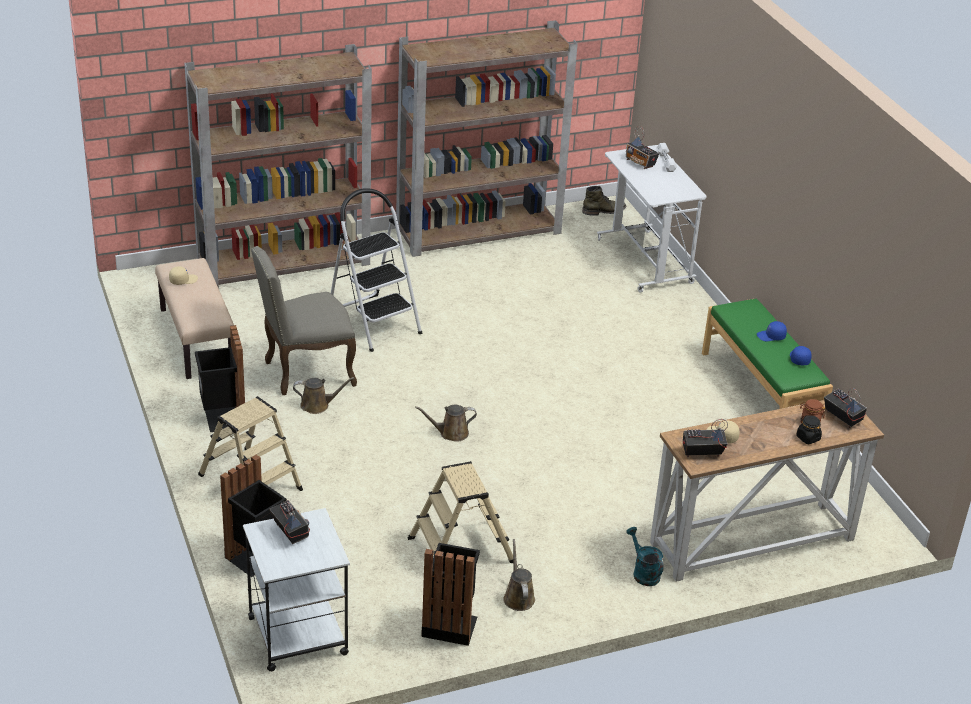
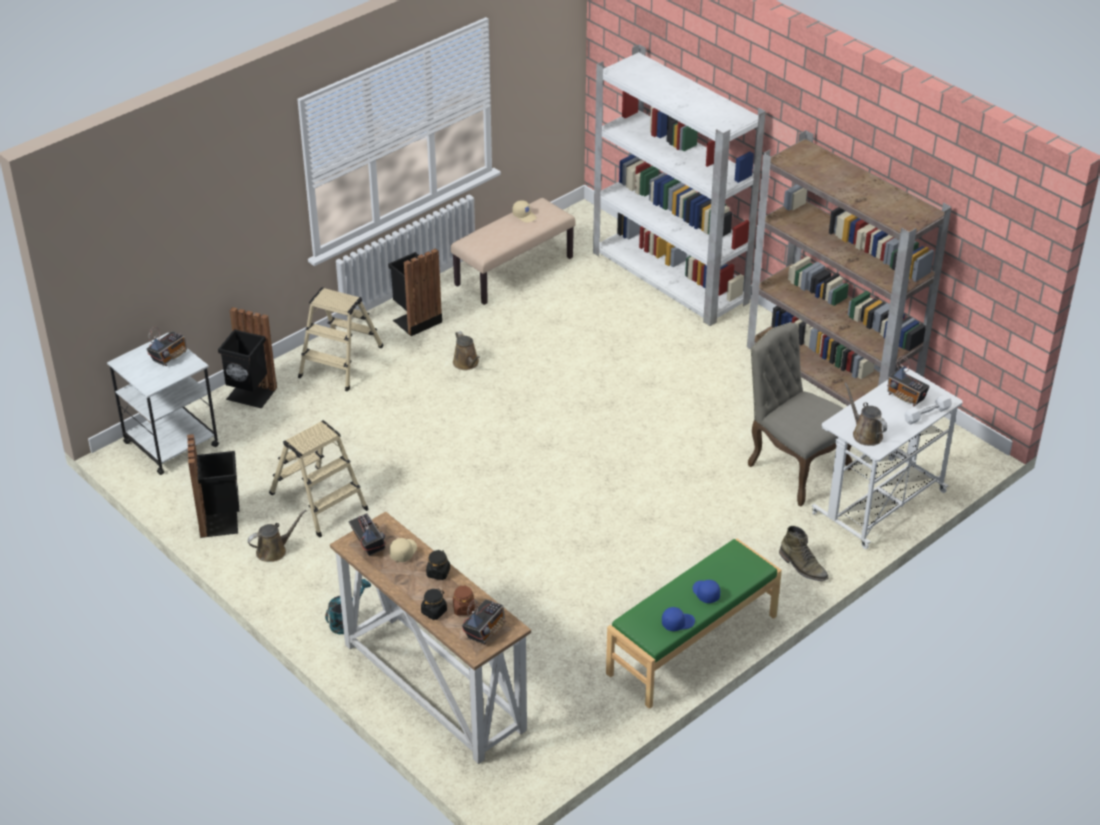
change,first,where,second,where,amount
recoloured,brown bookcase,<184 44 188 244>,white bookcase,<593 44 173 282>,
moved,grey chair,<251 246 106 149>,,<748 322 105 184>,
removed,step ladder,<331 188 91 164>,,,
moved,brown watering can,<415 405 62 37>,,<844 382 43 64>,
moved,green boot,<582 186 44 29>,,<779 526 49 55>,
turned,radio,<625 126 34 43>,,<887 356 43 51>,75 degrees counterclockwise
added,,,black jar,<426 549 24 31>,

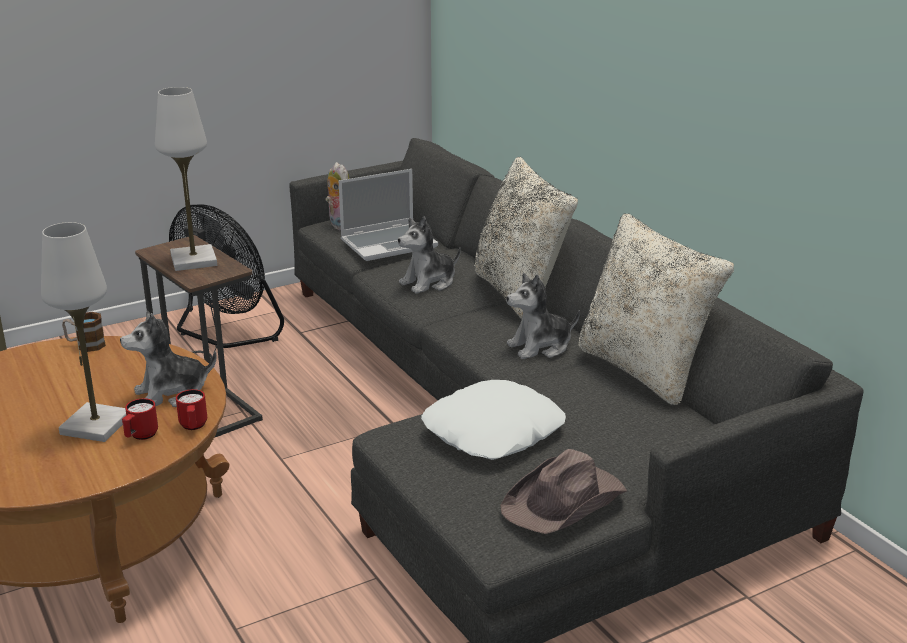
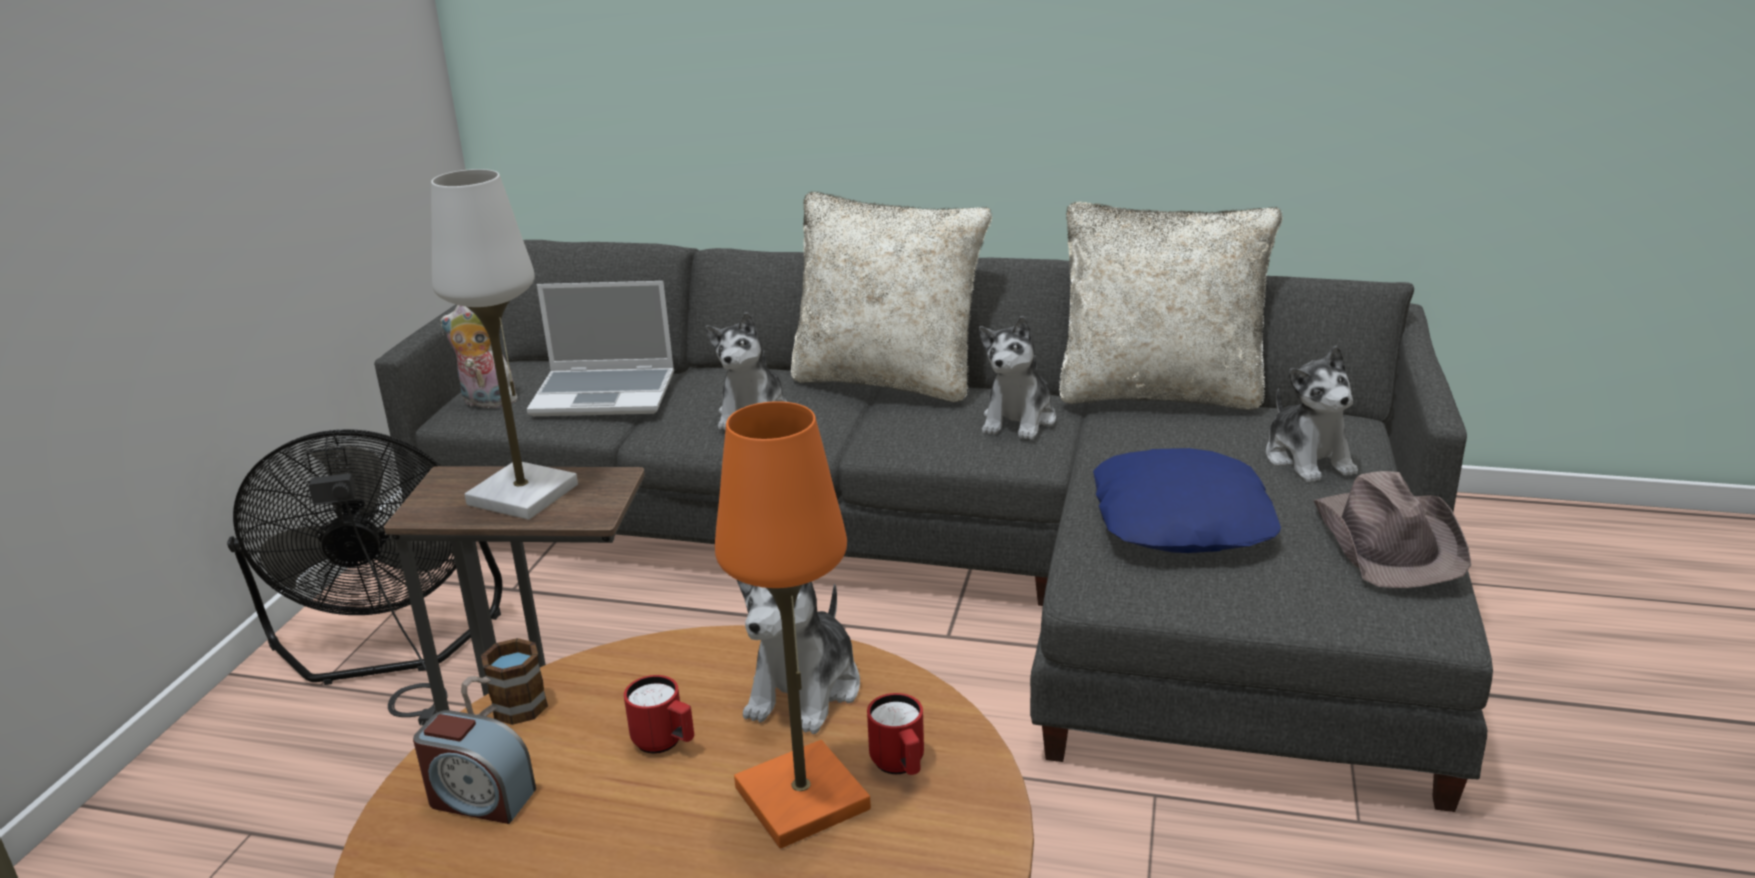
change,first,where,second,where,amount
recoloured,white table lamp,<41 222 85 220>,orange table lamp,<715 401 156 447>,
moved,red mug,<176 389 31 41>,,<624 675 70 79>,
turned,laptop,<339 169 99 92>,,<527 281 147 135>,75 degrees clockwise
recoloured,white pillow,<421 380 145 80>,blue pillow,<1093 448 188 105>,
added,,,alarm clock,<413 710 123 114>,
added,,,plush toy,<1265 345 93 138>,

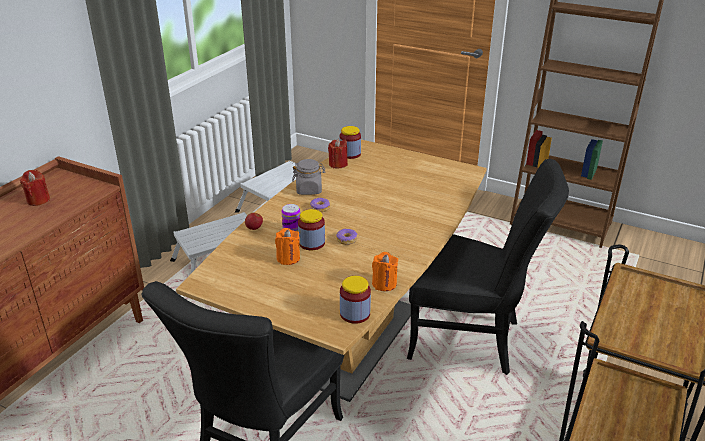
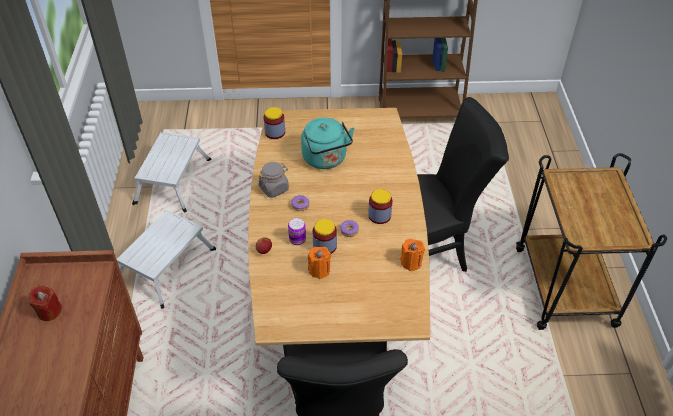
change,first,where,second,where,amount
removed,red candle,<328 139 20 29>,,,
moved,jar,<340 276 31 48>,,<368 189 24 35>,
added,,,turquoise kettle,<301 117 53 52>,

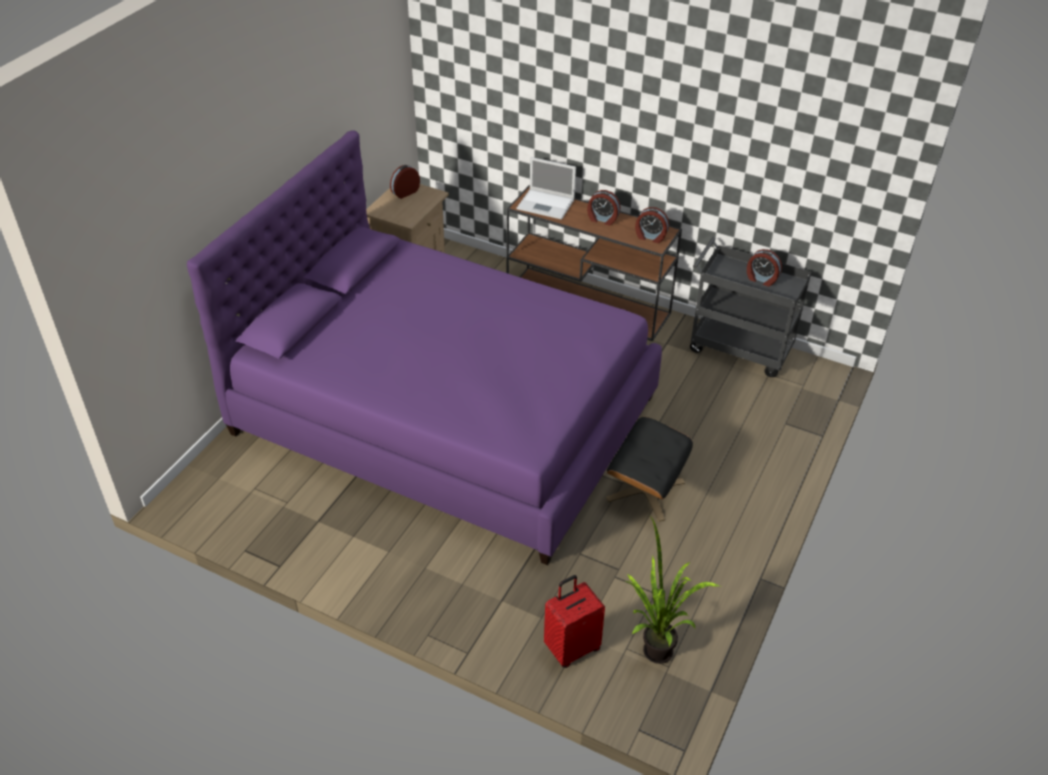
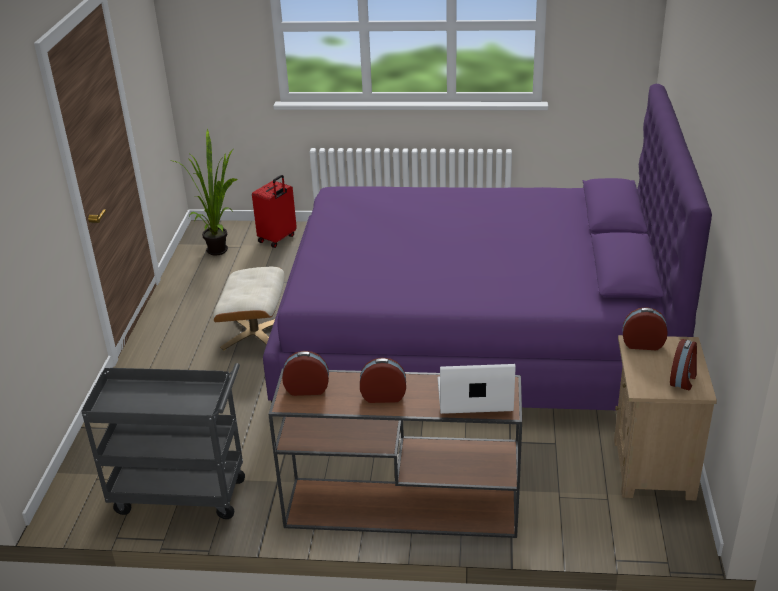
change,first,where,second,where,amount
recoloured,black ottoman,<606 417 87 105>,beige ottoman,<213 267 71 84>,
moved,alarm clock,<747 249 35 38>,,<622 307 46 43>,

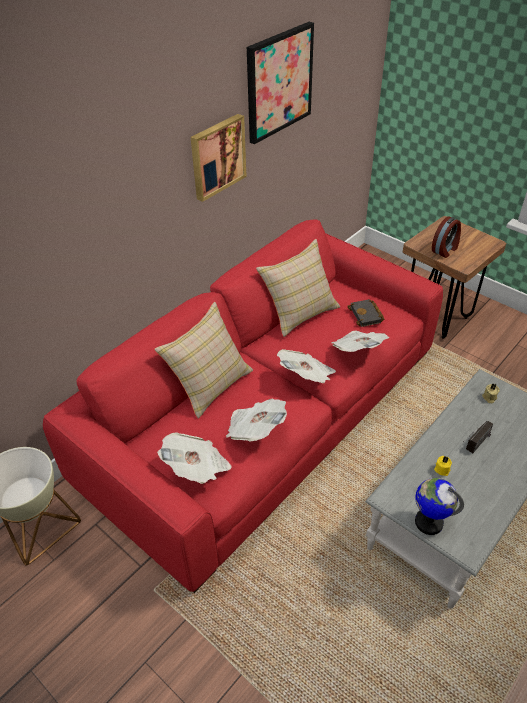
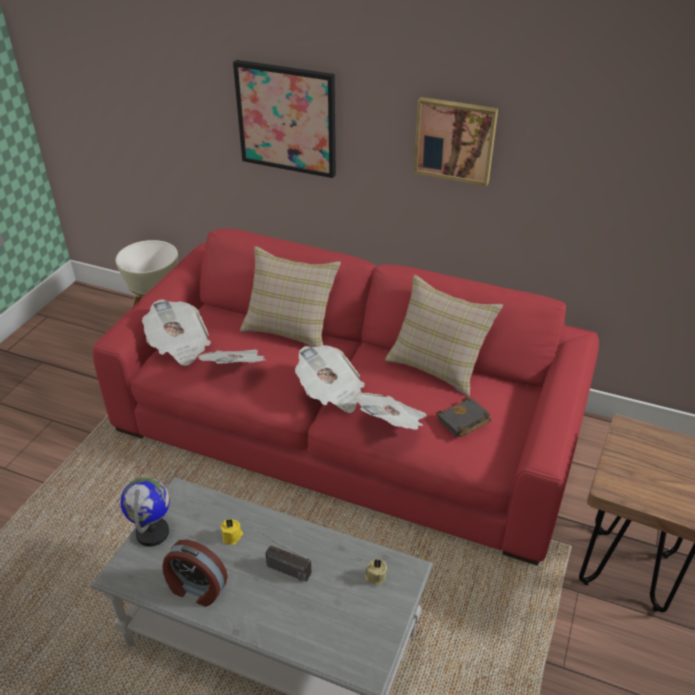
change,first,where,second,where,amount
moved,picture,<247 22 67 122>,,<233 60 103 118>,
moved,alarm clock,<432 216 29 42>,,<162 539 66 68>,

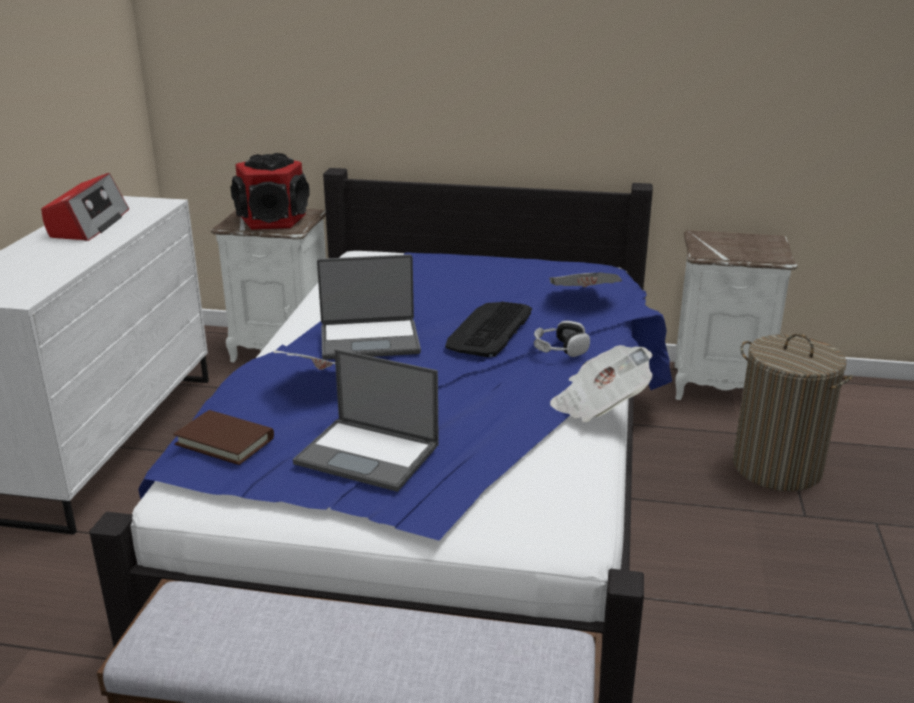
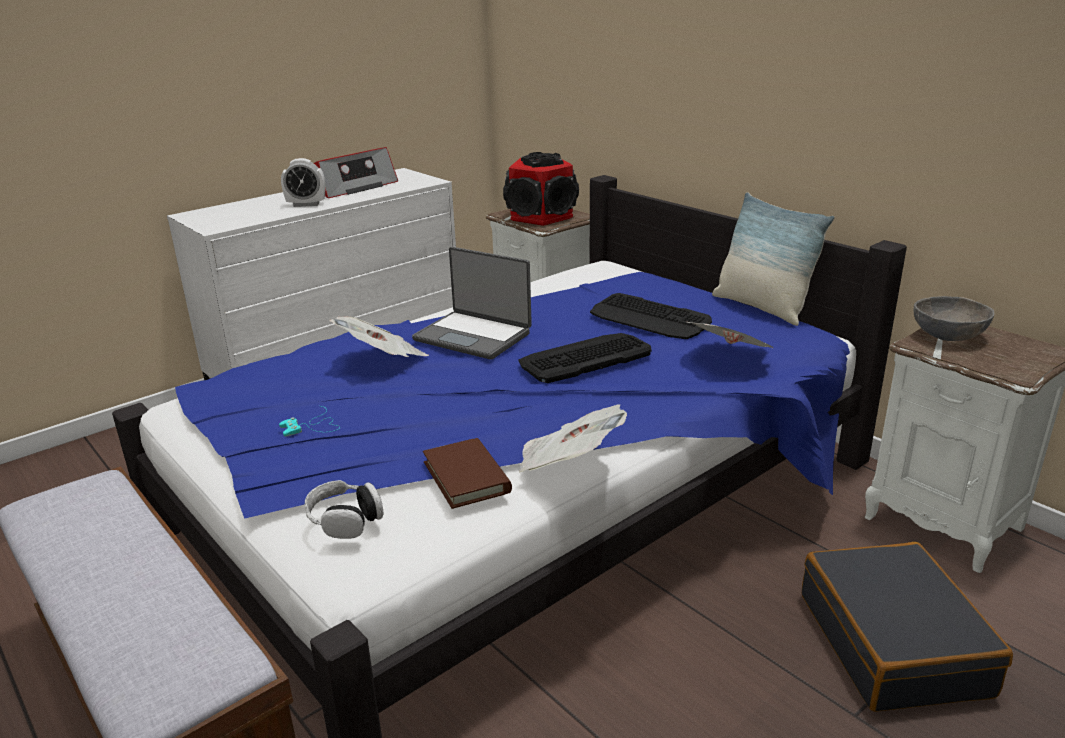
change,first,where,second,where,amount
moved,brown book,<173 410 101 55>,,<423 438 89 71>,
replaced,laptop,<293 349 146 143>,turquoise game controller,<279 406 61 31>,
moved,headphones,<534 321 56 36>,,<305 480 78 59>,
replaced,laundry basket,<733 333 120 158>,black suitcase,<802 542 211 170>,
added,,,alarm clock,<281 158 44 49>,
added,,,keyboard,<590 293 122 46>,
added,,,pillow,<712 192 123 134>,
added,,,grey bowl,<913 296 81 45>,

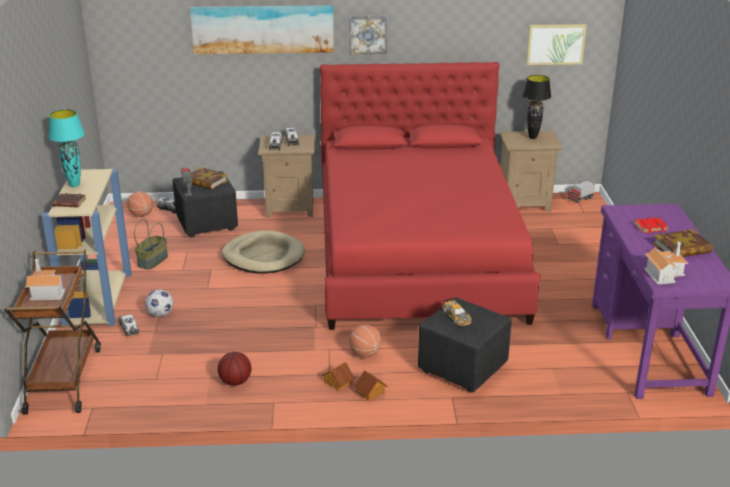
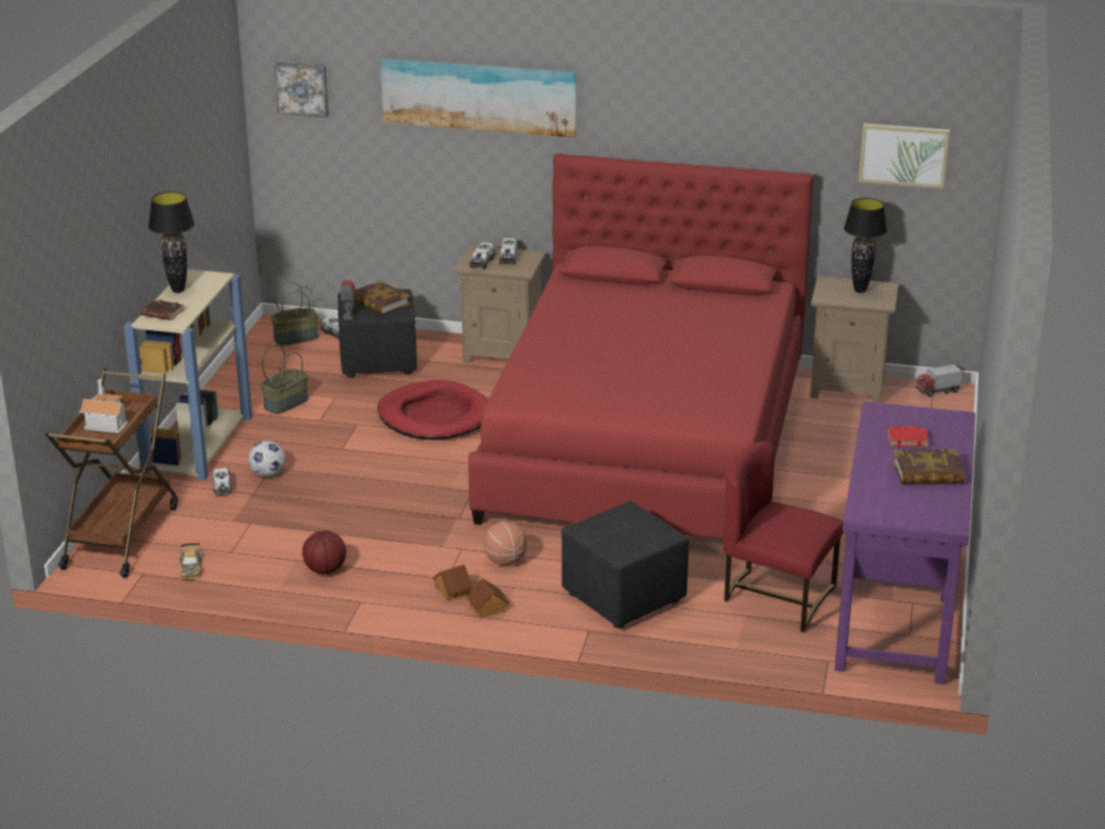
change,first,where,second,where,amount
recoloured,turquoise table lamp,<48 109 37 78>,black table lamp,<148 192 47 101>,
replaced,basketball,<127 192 26 25>,basket,<271 281 48 65>,
recoloured,beige dog bed,<222 231 83 43>,red dog bed,<377 380 111 60>,
moved,picture,<349 16 38 38>,,<274 61 55 57>,
moved,toy car,<442 298 30 28>,,<179 543 23 37>,
removed,toy house,<644 242 44 42>,,,
added,,,red chair,<723 441 121 191>,

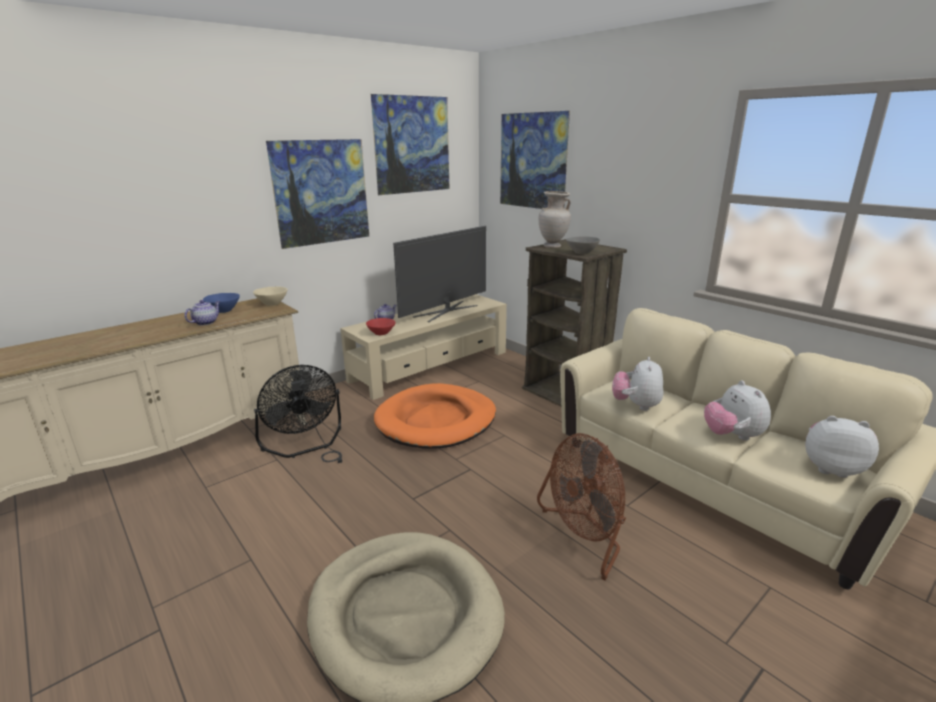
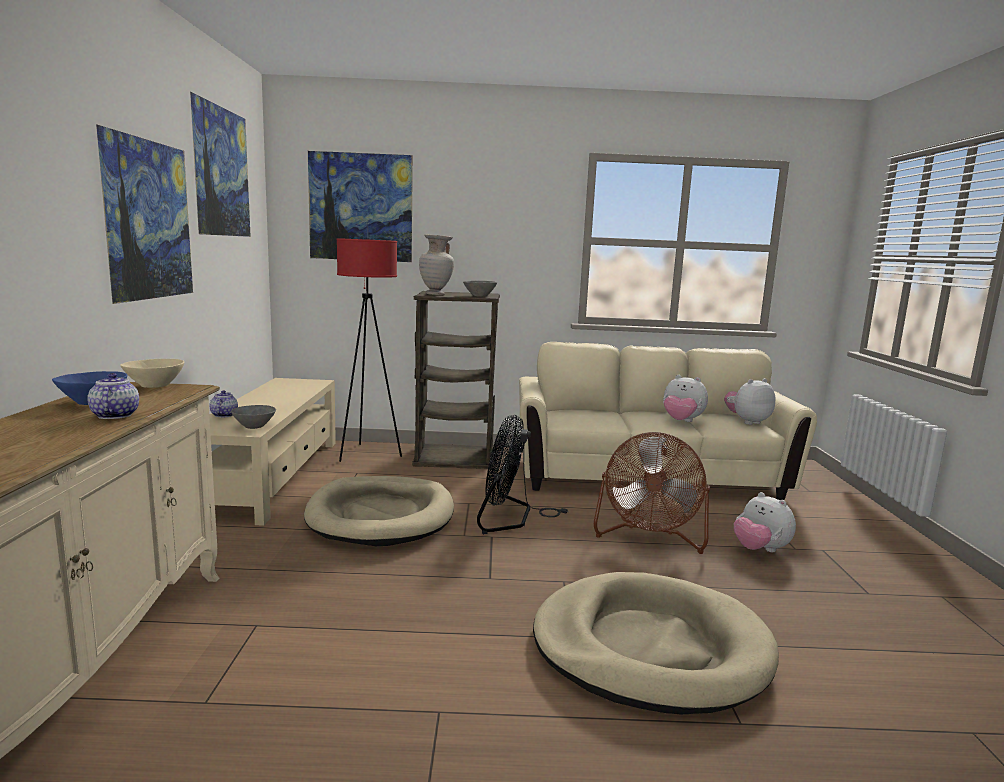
change,first,where,second,where,amount
moved,black fan,<254 365 88 98>,,<477 415 91 119>,
recoloured,red bowl,<366 318 30 17>,grey bowl,<231 405 45 24>,
recoloured,orange dog bed,<374 383 122 66>,beige dog bed,<304 476 150 70>,
removed,television,<393 226 93 96>,,,
moved,plush toy,<612 357 51 54>,,<734 492 62 60>,
added,,,red floor lamp,<336 238 66 224>,

